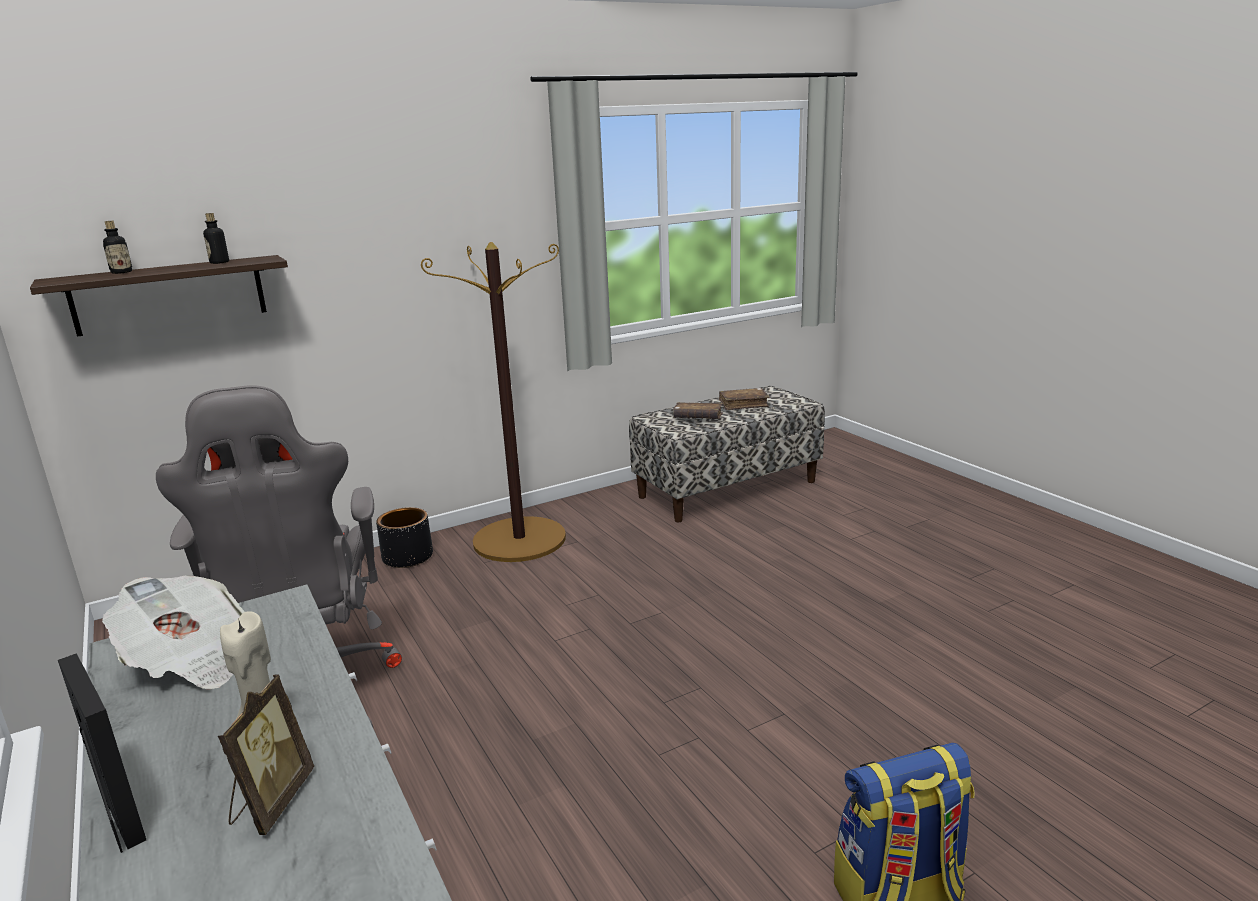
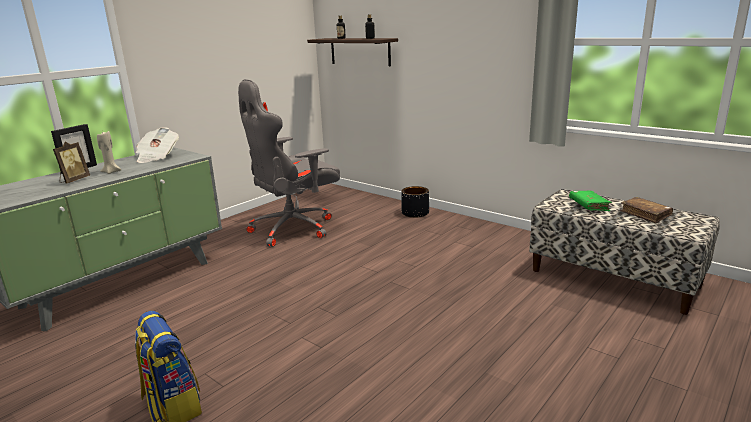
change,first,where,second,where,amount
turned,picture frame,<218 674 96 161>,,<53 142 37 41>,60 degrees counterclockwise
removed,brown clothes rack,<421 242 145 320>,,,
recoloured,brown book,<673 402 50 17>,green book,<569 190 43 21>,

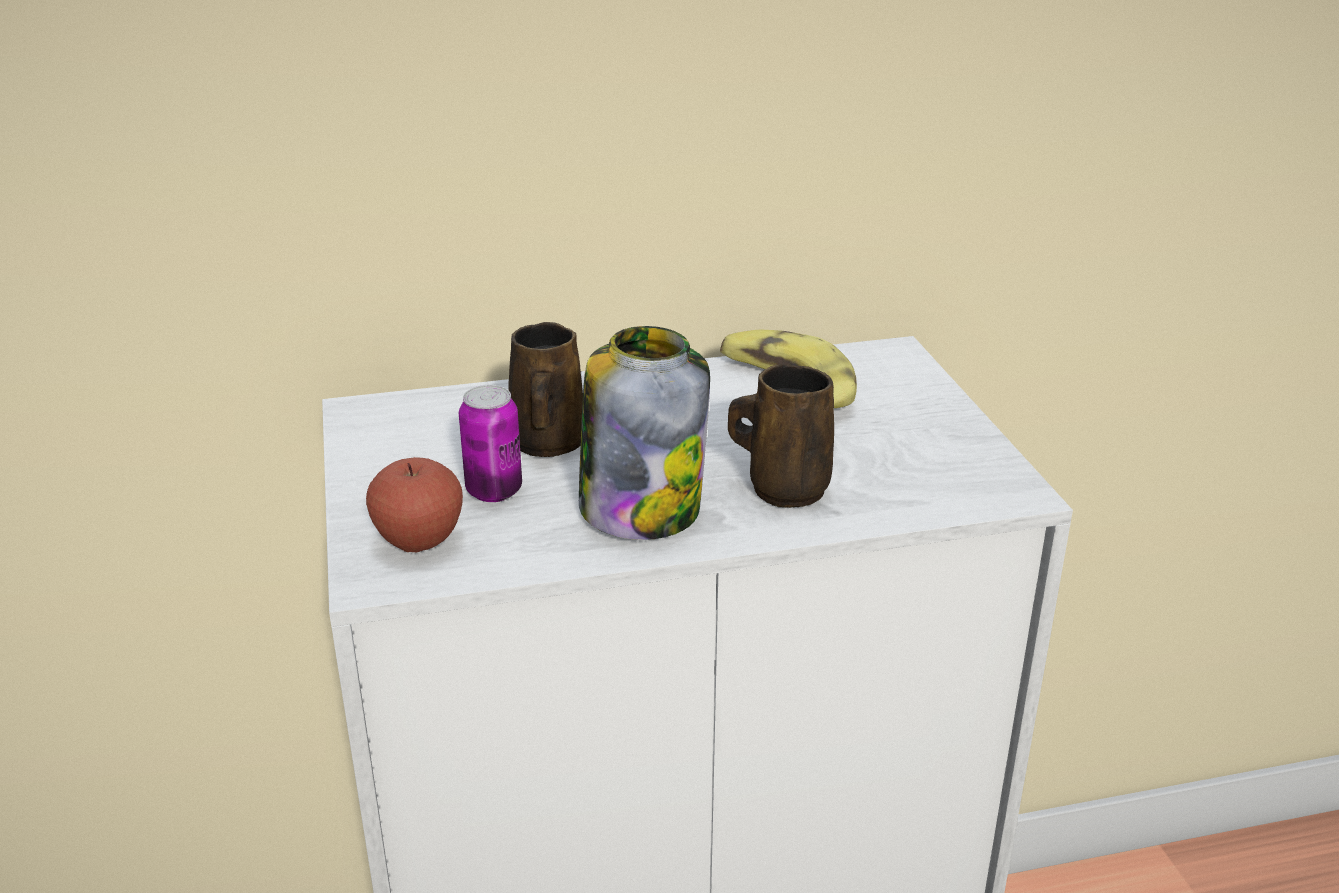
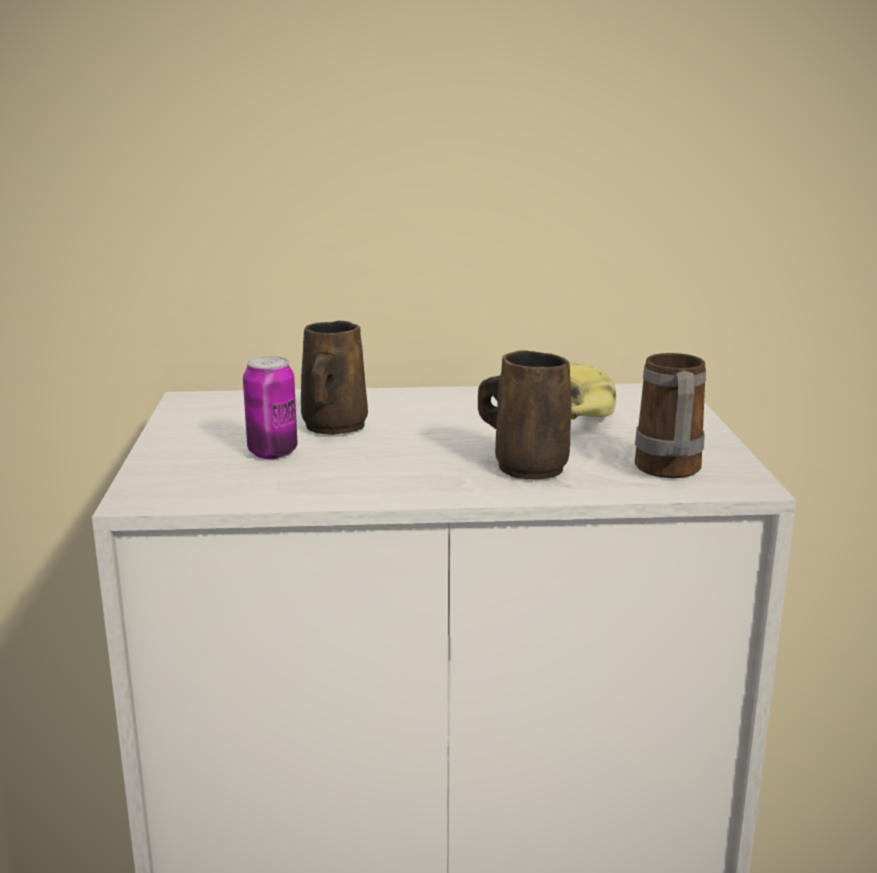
change,first,where,second,where,amount
removed,apple,<366 457 97 95>,,,
removed,jar,<579 326 131 214>,,,
added,,,mug,<635 353 71 125>,

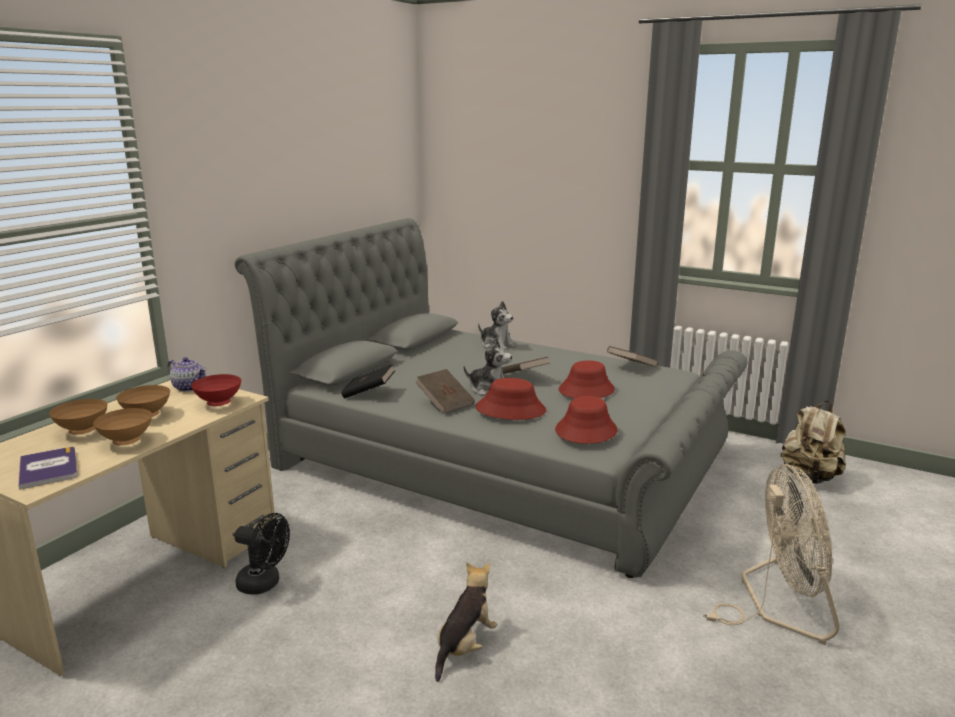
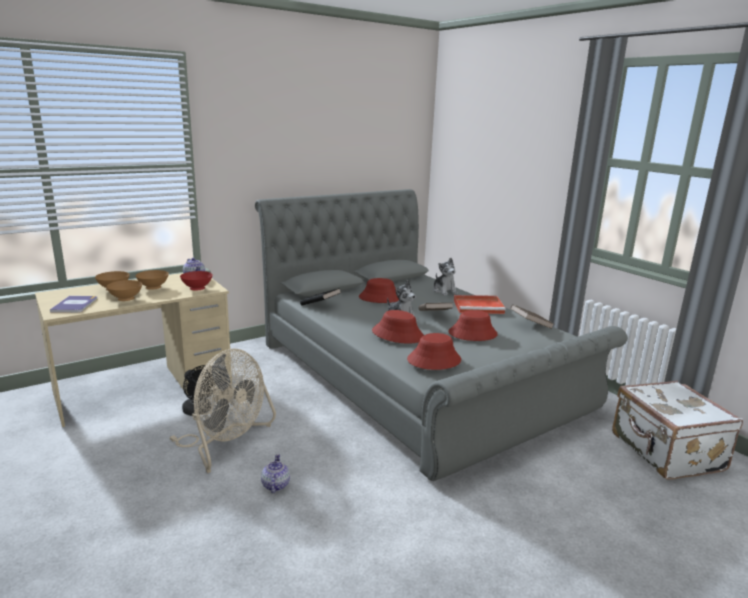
change,first,where,second,where,amount
removed,brown book,<415 369 59 45>,,,
replaced,plush toy,<435 563 62 119>,teapot,<261 454 29 39>,
moved,beige fan,<703 464 137 181>,,<170 349 106 124>,
replaced,beige backpack,<781 401 65 83>,white suitcase,<612 380 131 100>,
added,,,red hat,<359 278 40 25>,
added,,,red tray,<454 295 52 19>,

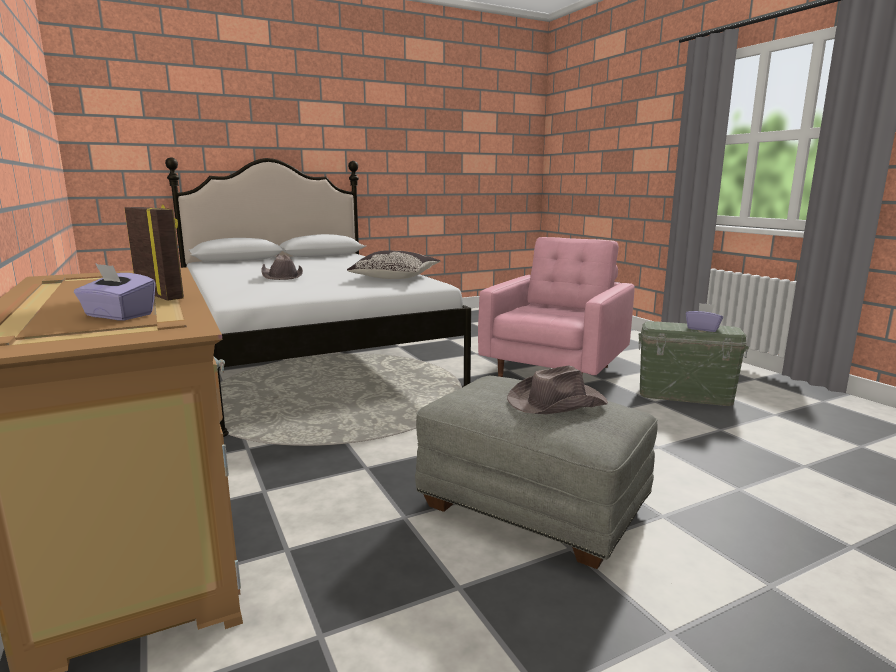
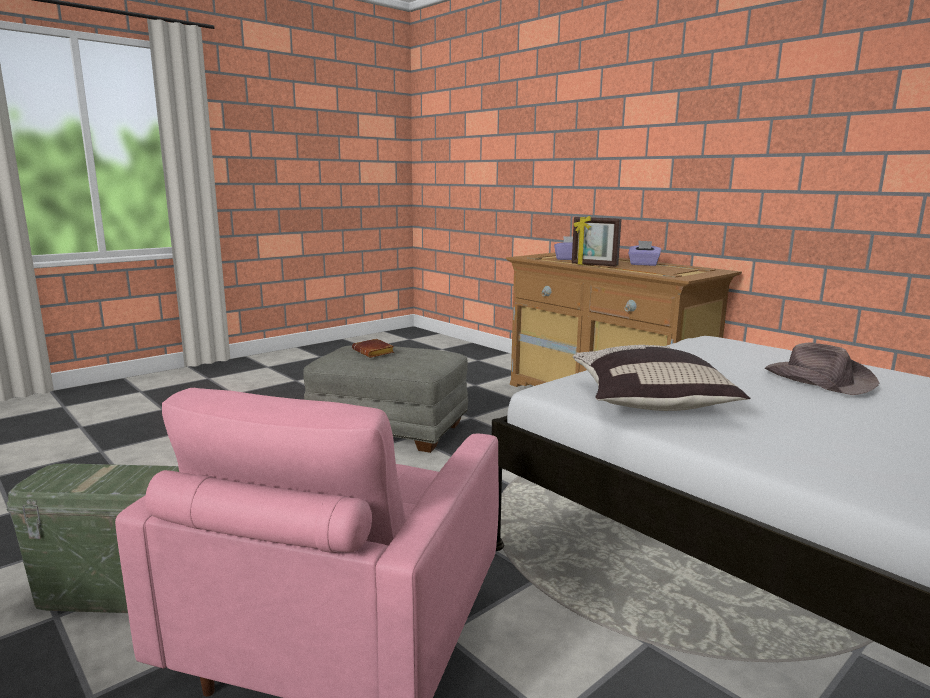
change,first,where,second,where,amount
replaced,brown hat,<507 365 101 49>,brown book,<352 338 42 20>,
moved,purple tissue box,<686 303 37 29>,,<628 240 33 26>,

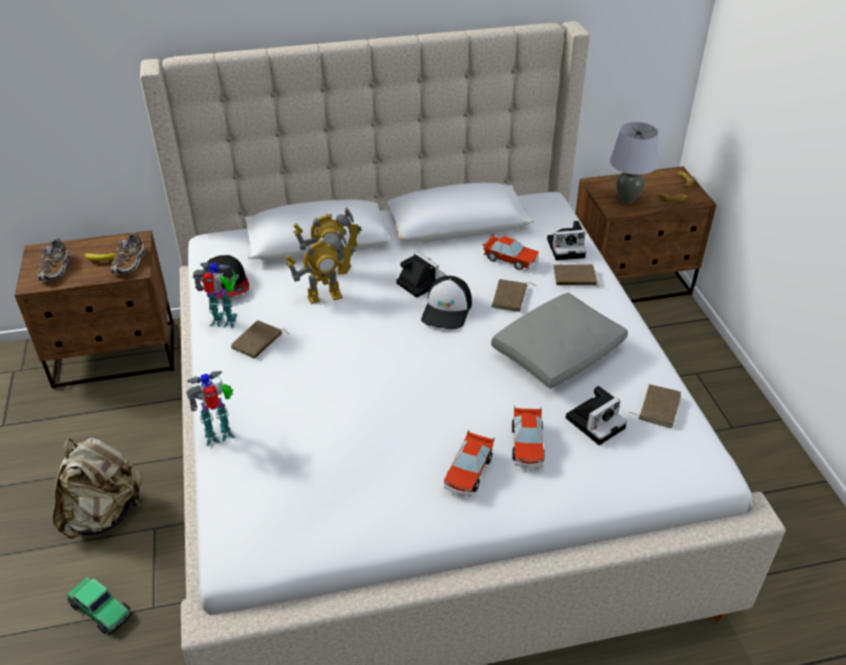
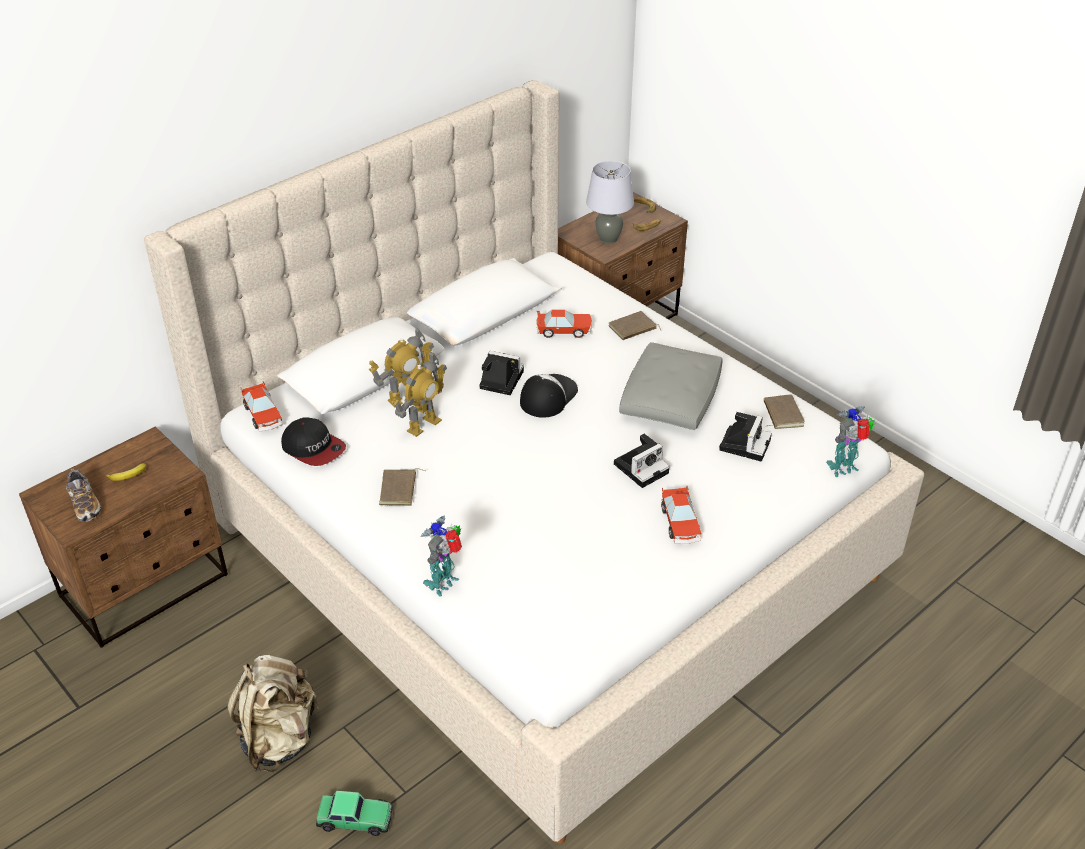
change,first,where,second,where,amount
removed,shoe,<111 232 34 43>,,,
moved,toy robot,<193 262 44 66>,,<826 406 49 71>,
turned,cap,<421 276 51 53>,,<520 374 58 44>,135 degrees counterclockwise
removed,brown book,<491 279 45 33>,,,
moved,toy car,<512 406 33 62>,,<241 381 41 51>,
moved,photo camera,<547 221 39 39>,,<614 434 56 54>,

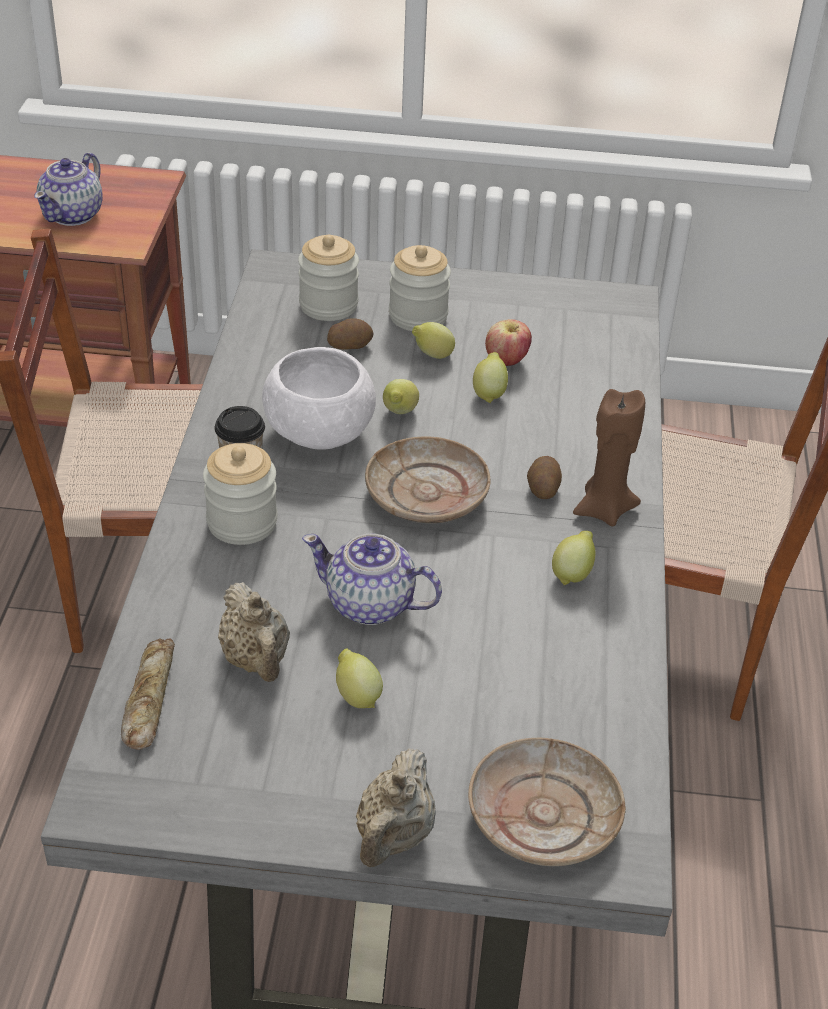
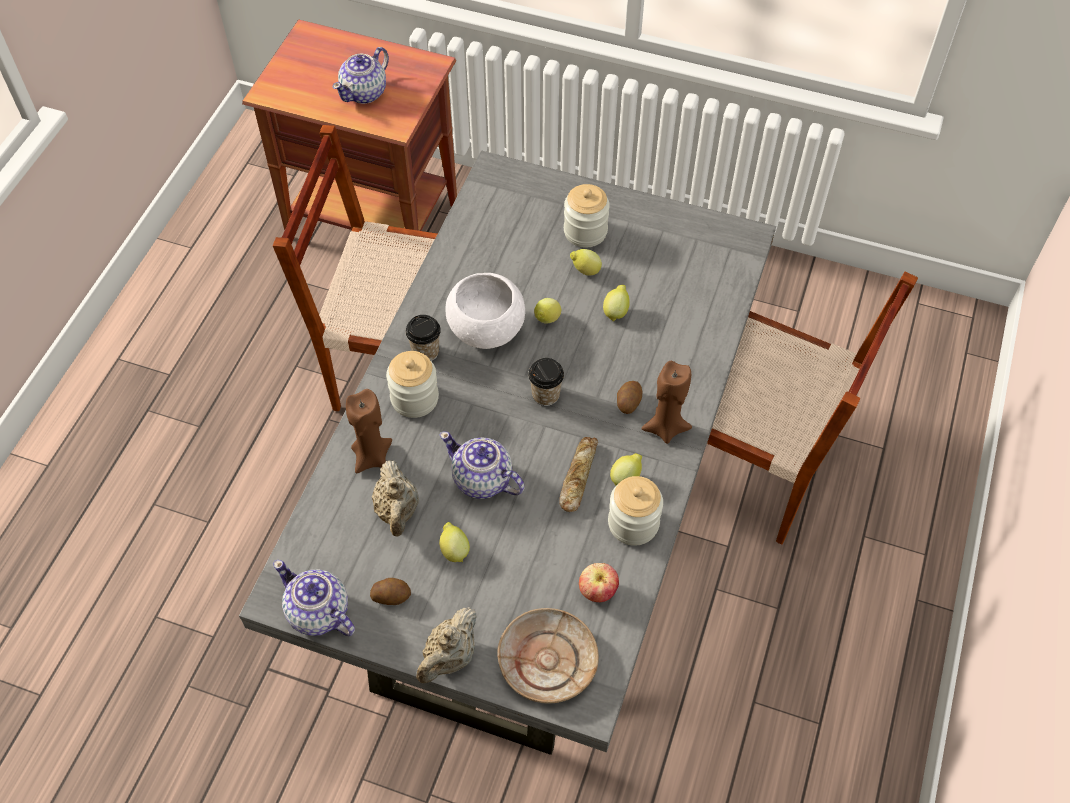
change,first,where,second,where,amount
moved,bread,<121 638 54 112>,,<559 437 39 75>,
moved,jar,<298 235 61 86>,,<608 476 55 70>,
moved,potato,<327 318 47 32>,,<370 578 41 27>,
replaced,beige plate,<365 436 125 87>,cup,<528 358 36 48>,
moved,apple,<485 319 47 47>,,<579 563 40 39>,
added,,,teapot,<273 560 82 76>,
added,,,brown candle,<346 389 46 84>,

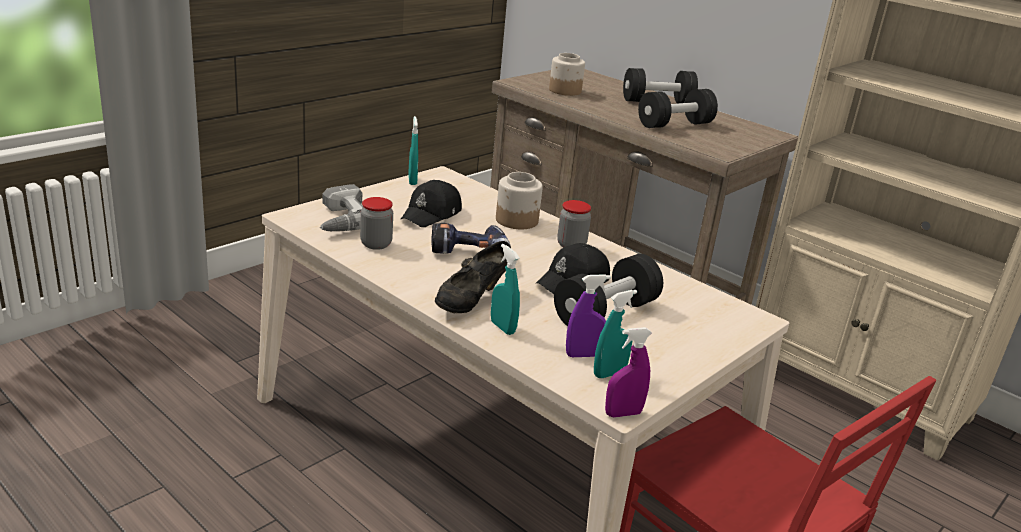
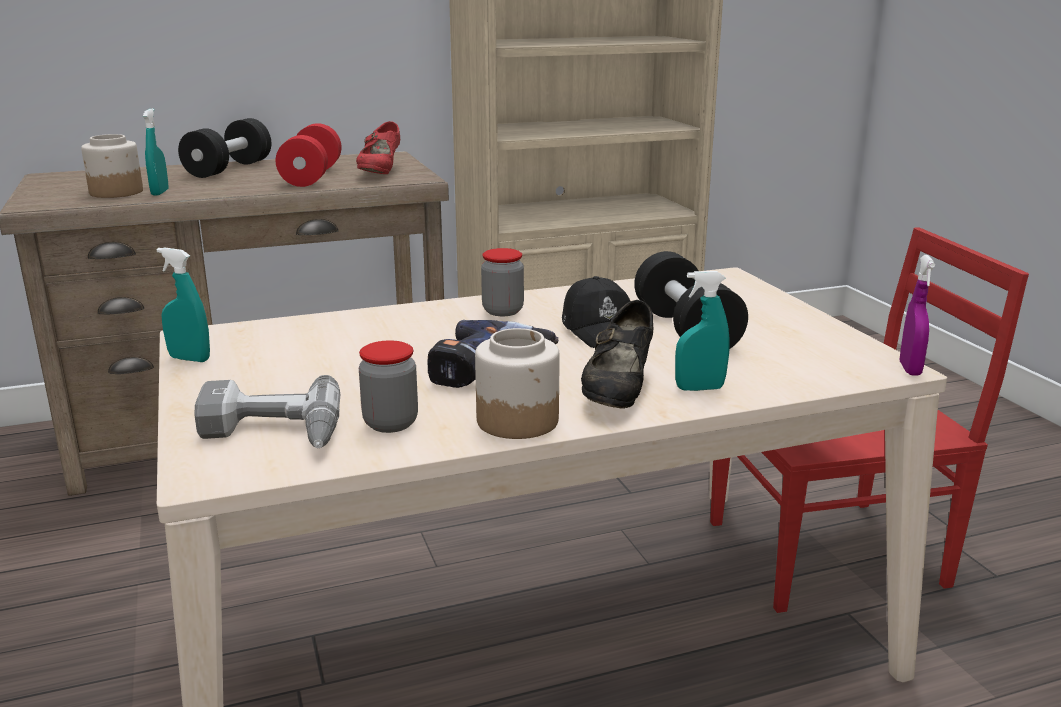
change,first,where,second,where,amount
removed,black cap,<400 180 62 47>,,,
turned,black shoe,<435 241 76 72>,,<581 300 72 109>,45 degrees clockwise
moved,jar,<496 172 47 57>,,<475 328 85 111>,
removed,purple spray bottle,<566 274 45 83>,,,
moved,turquoise spray bottle,<594 290 43 88>,,<143 109 26 86>,
recoloured,black dumbbell,<638 89 80 39>,red dumbbell,<276 123 65 64>,
added,,,red shoe,<356 121 44 53>,

